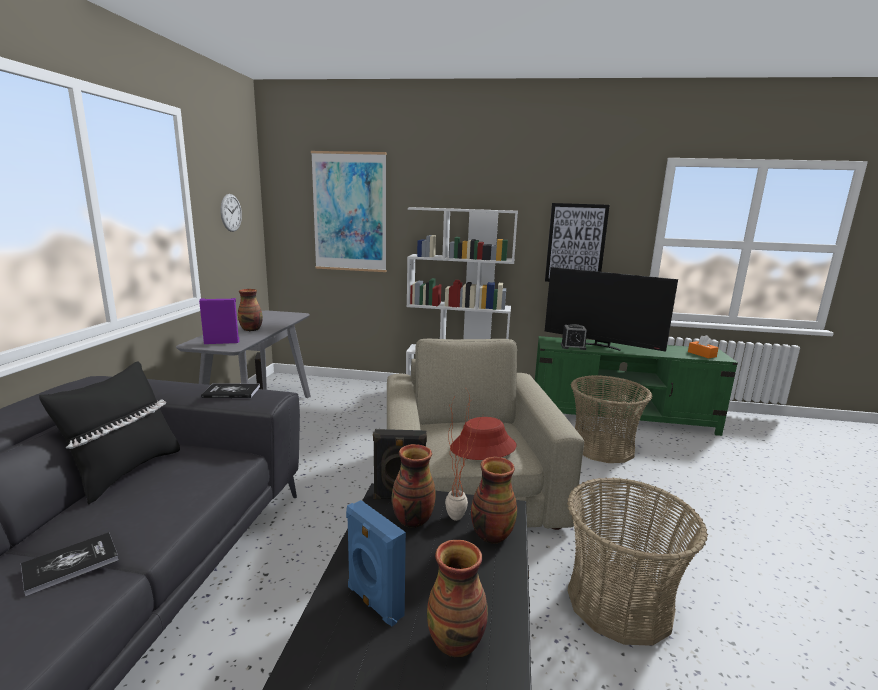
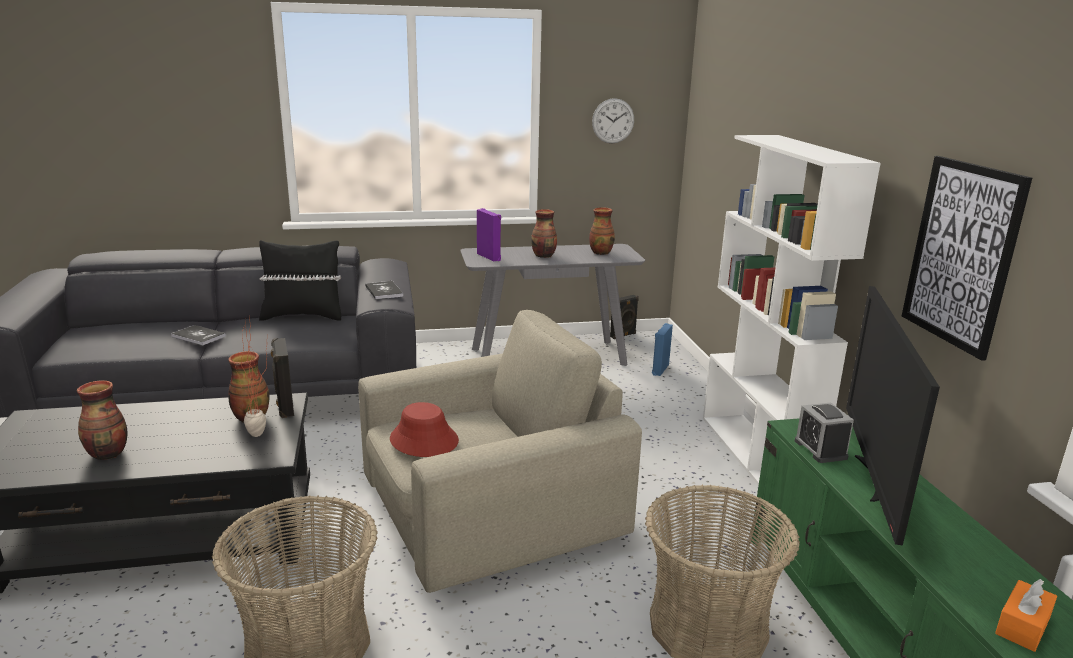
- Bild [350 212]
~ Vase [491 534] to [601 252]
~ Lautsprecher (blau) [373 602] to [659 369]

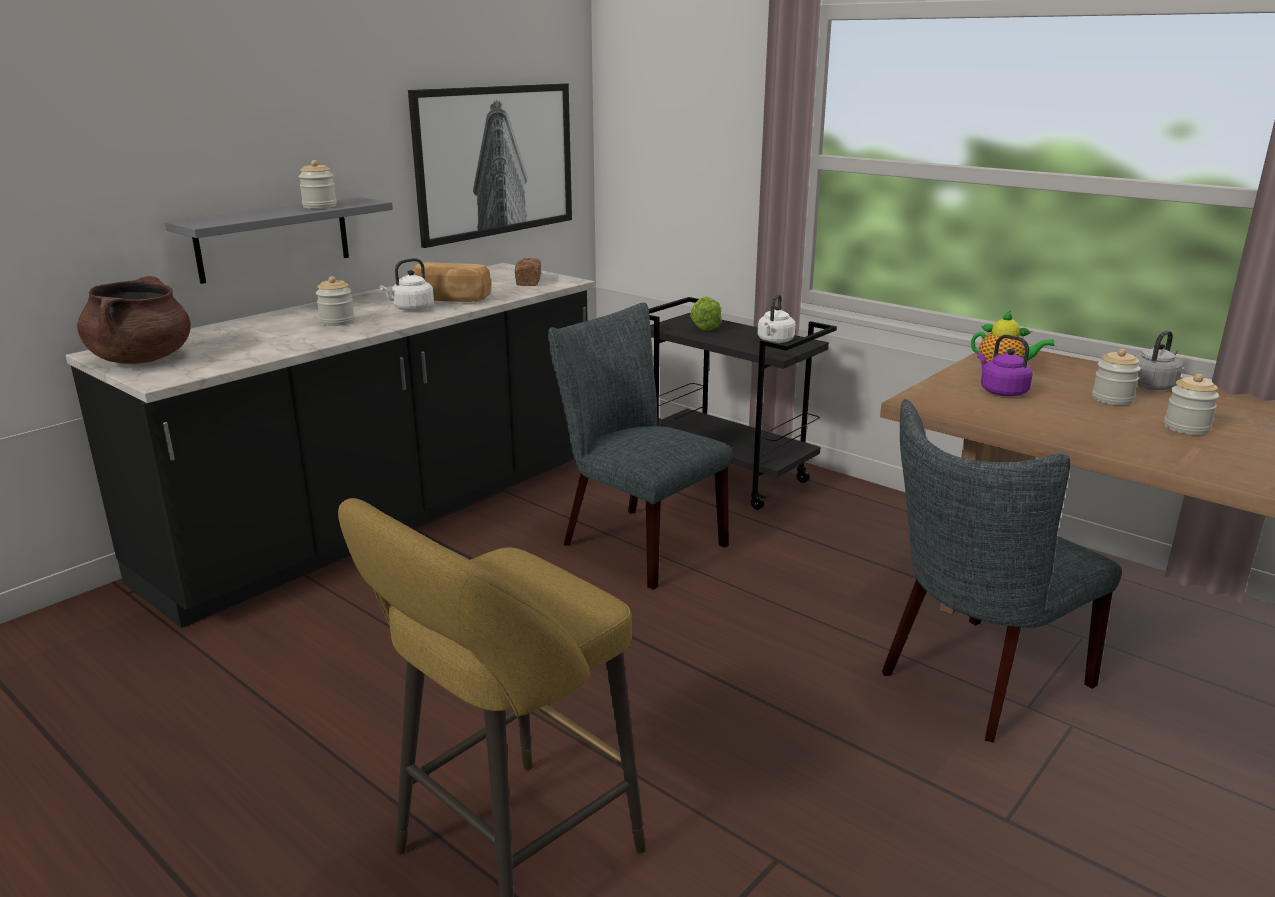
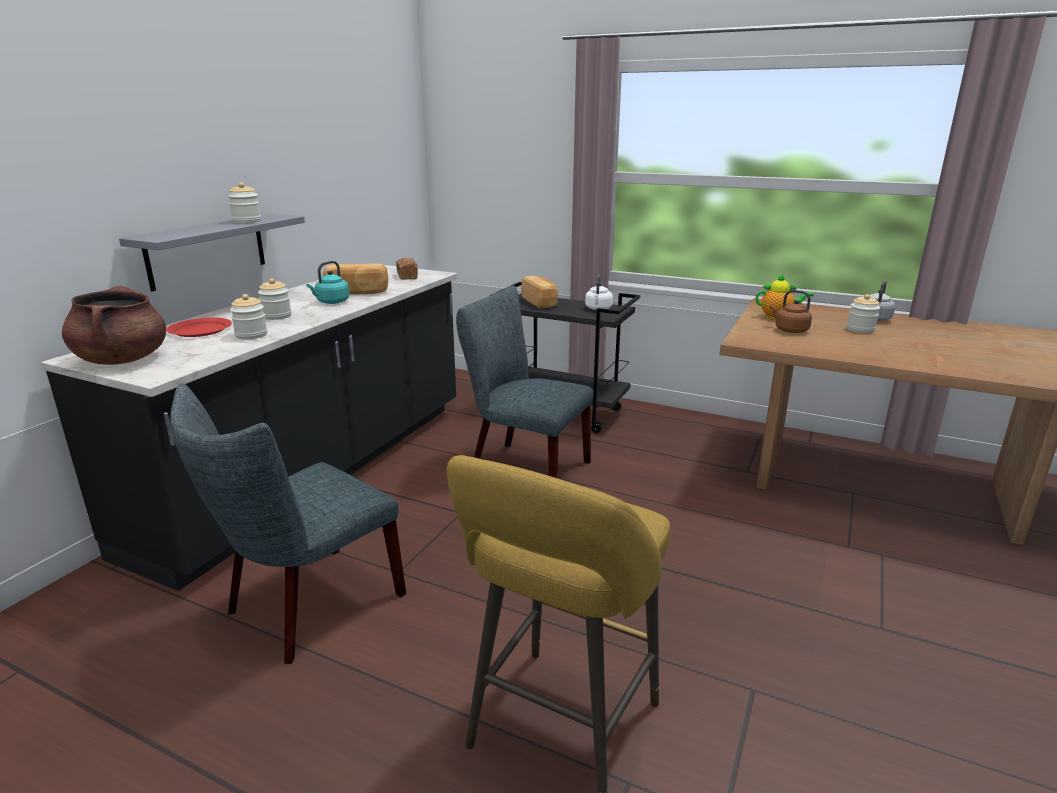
- Bild [494 161]
~ Wasserkessel (weiß) [411 309] to Wasserkessel (türkis) [331 302]
~ Salatkopf [704 326] to Brot [540 302]
~ Wasserkessel (lila) [1001 391] to Wasserkessel (braun) [789 330]
~ Vorratsglas [1186 428] to [251 335]
~ Stuhl (grau) [976 682] to [306 607]
+ Teller (rot) [199 330]

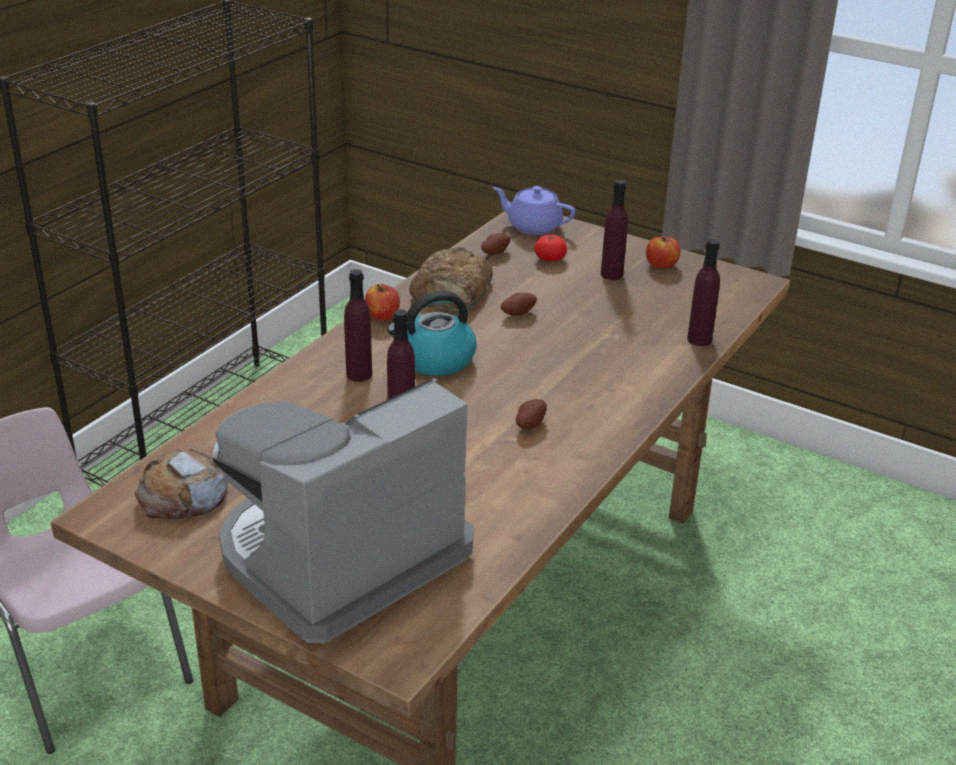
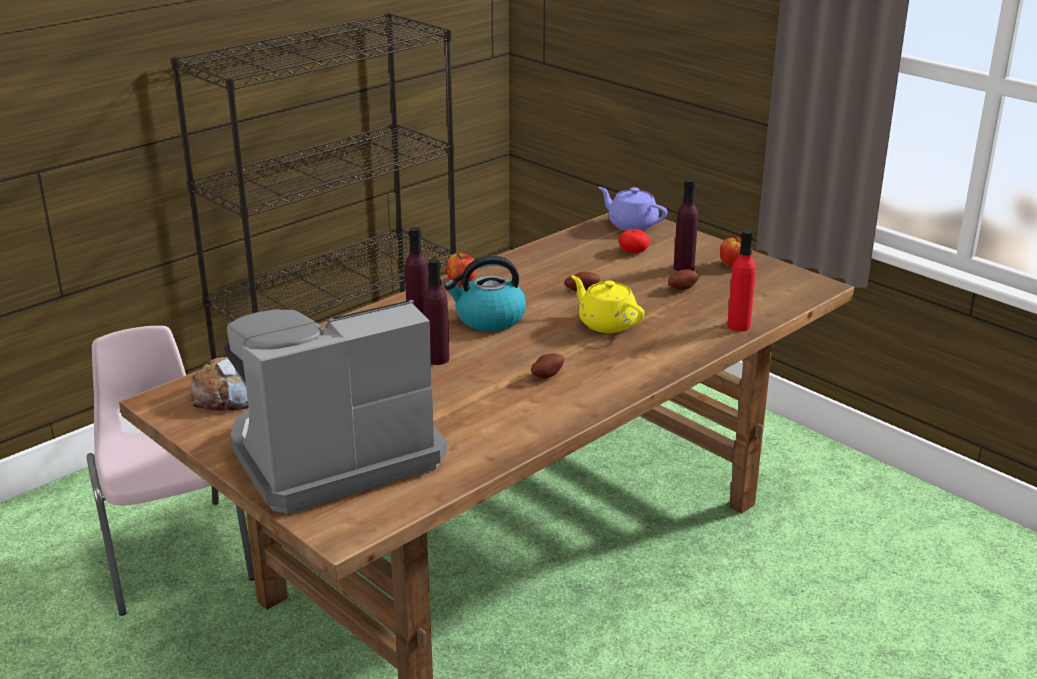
~ Kartoffel [494 252] to [682 288]
~ Flasche (lila) [699 339] to Flasche (rot) [738 326]
- Brot [452 291]
+ Teekanne (gelb) [606 323]

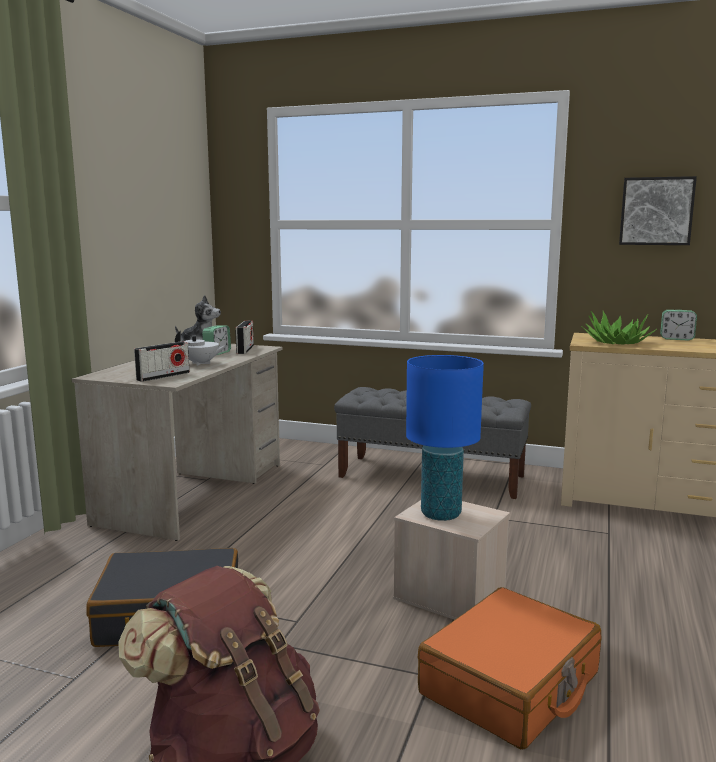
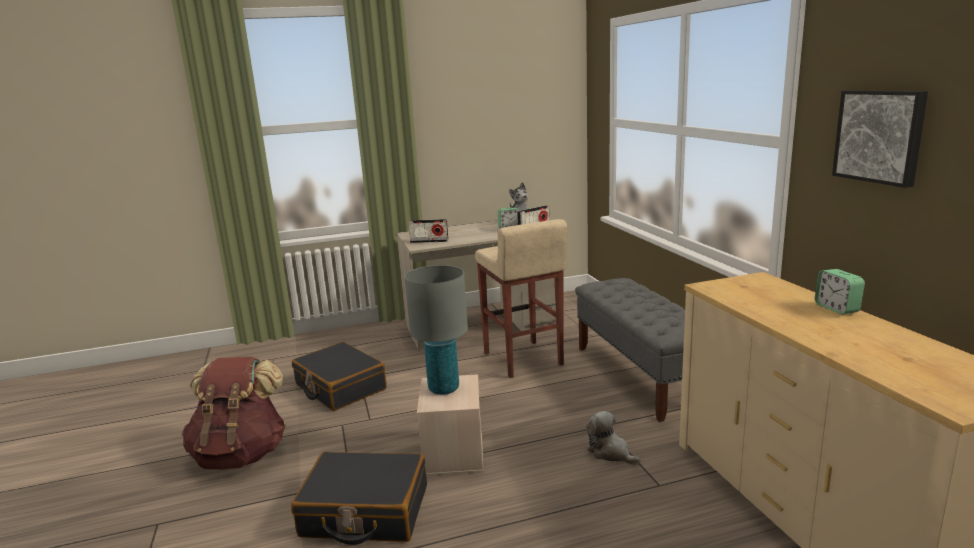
- Topfpflanze [616 342]
- Teekanne (weiß) [201 363]
~ Tischlampe (blau) [440 514] to Tischlampe (grau) [443 388]
~ Koffer (orange) [510 685] to Koffer (schwarz) [365 512]
+ Hocker (beige) [522 359]
+ Plüschtier [610 452]

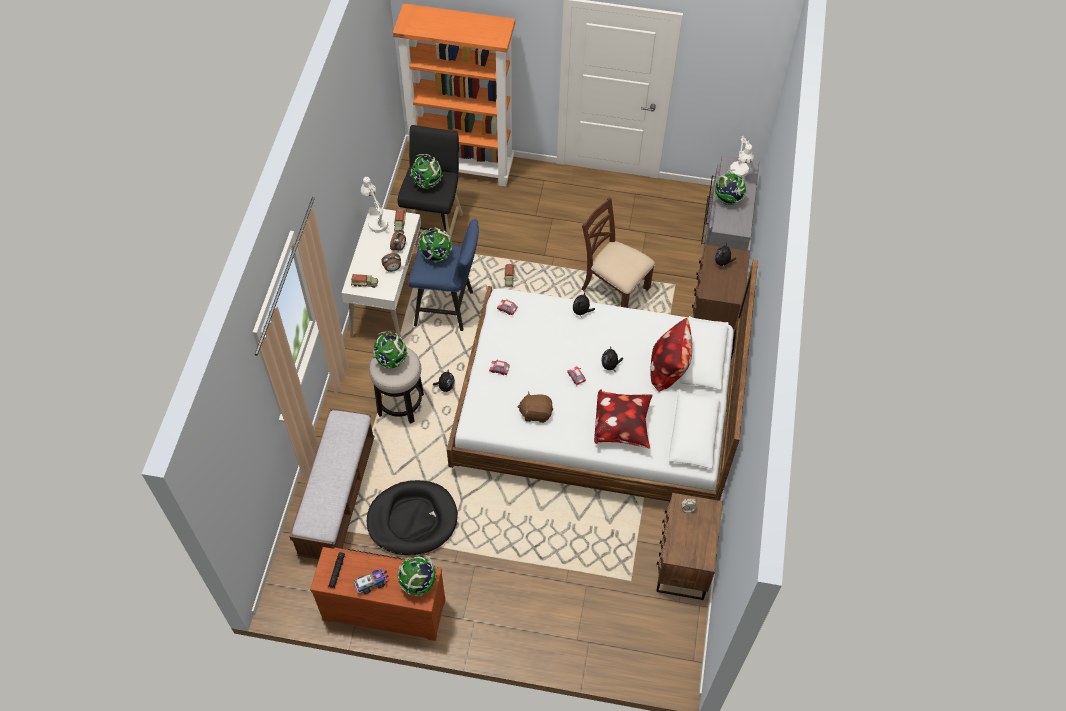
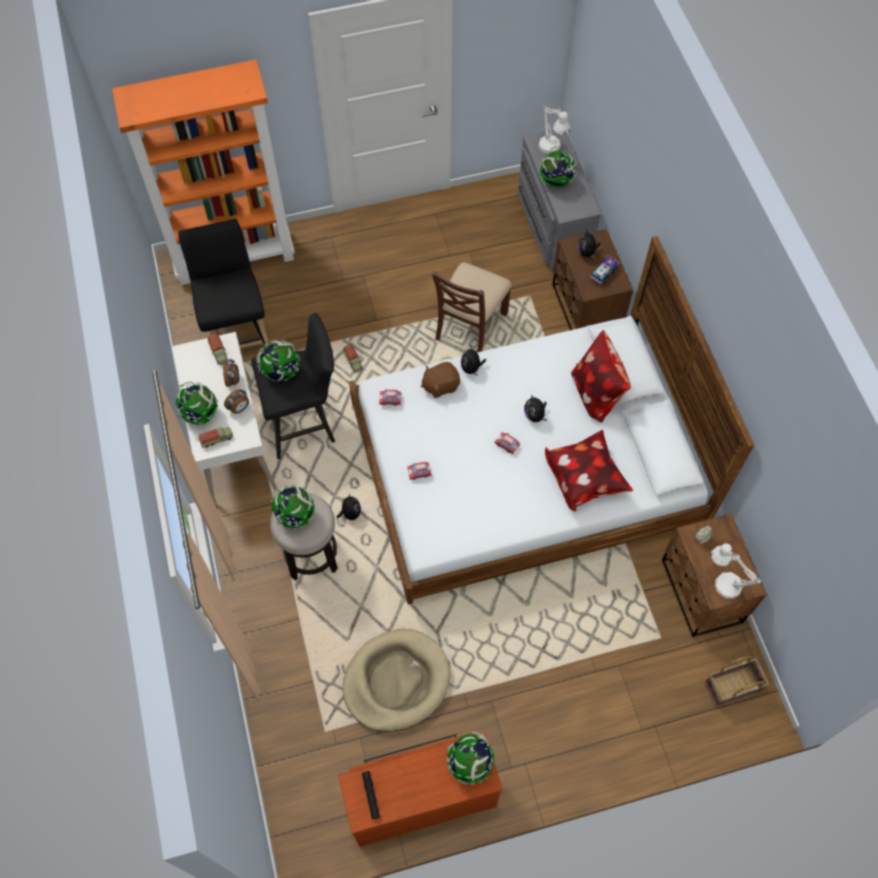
~ Globus [427 183] to [200 414]
~ Tischlampe (weiß) [376 221] to [722 582]
~ Stuhl (braun) [614 288] = [470 326] 75 degrees counterclockwise
~ Hocker (blau) [448 308] to Hocker (schwarz) [305 423]
~ Plüschtier (braun) [536 413] to [440 385]
- Bank [337 496]
~ Hundebett (schwarz) [412 519] to Hundebett (beige) [396 681]
~ Spielzeuglaster [372 583] to [604 273]
+ Korb [732 687]

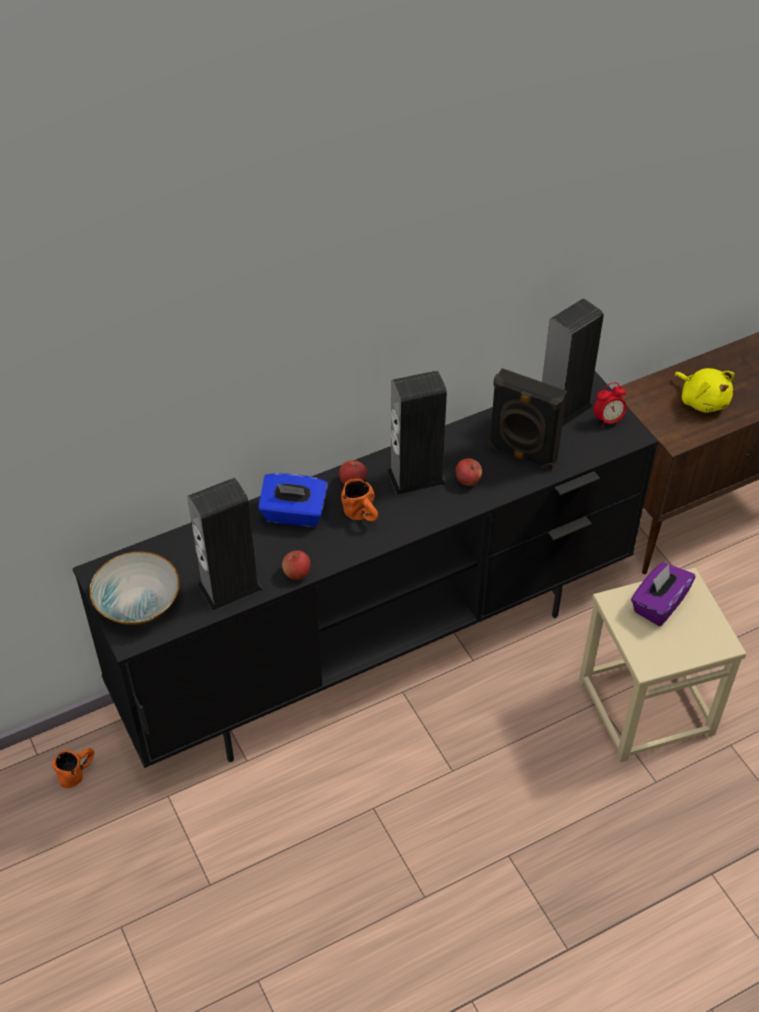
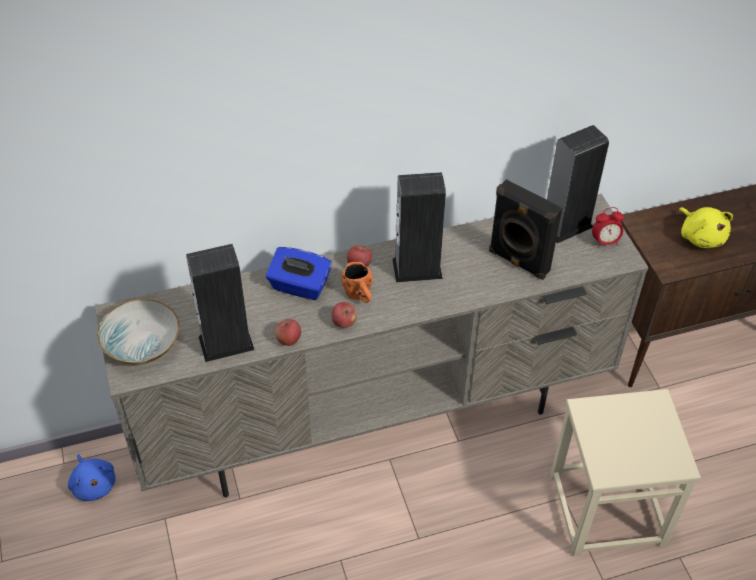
~ Fernsehschrank (schwarz) [379 649] to Fernsehschrank (beige) [377 418]
~ Apfel [467 480] to [344 323]
- Taschentuchbox (lila) [658 604]
~ Henkelbecher (orange) [78 772] to Plüschtier (blau) [94 484]

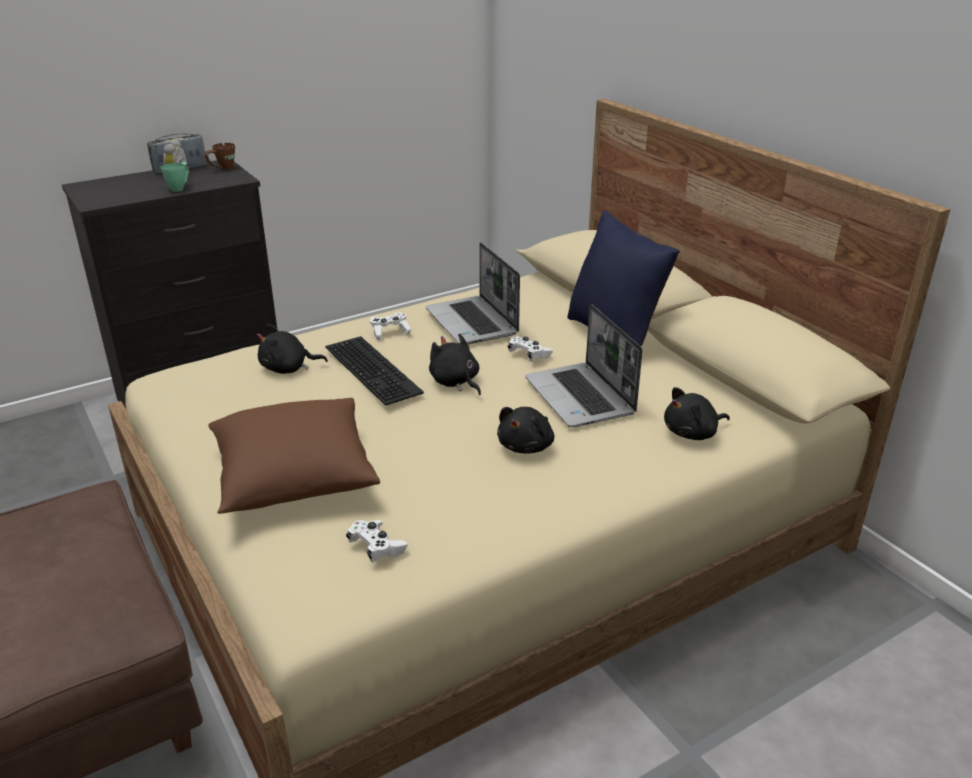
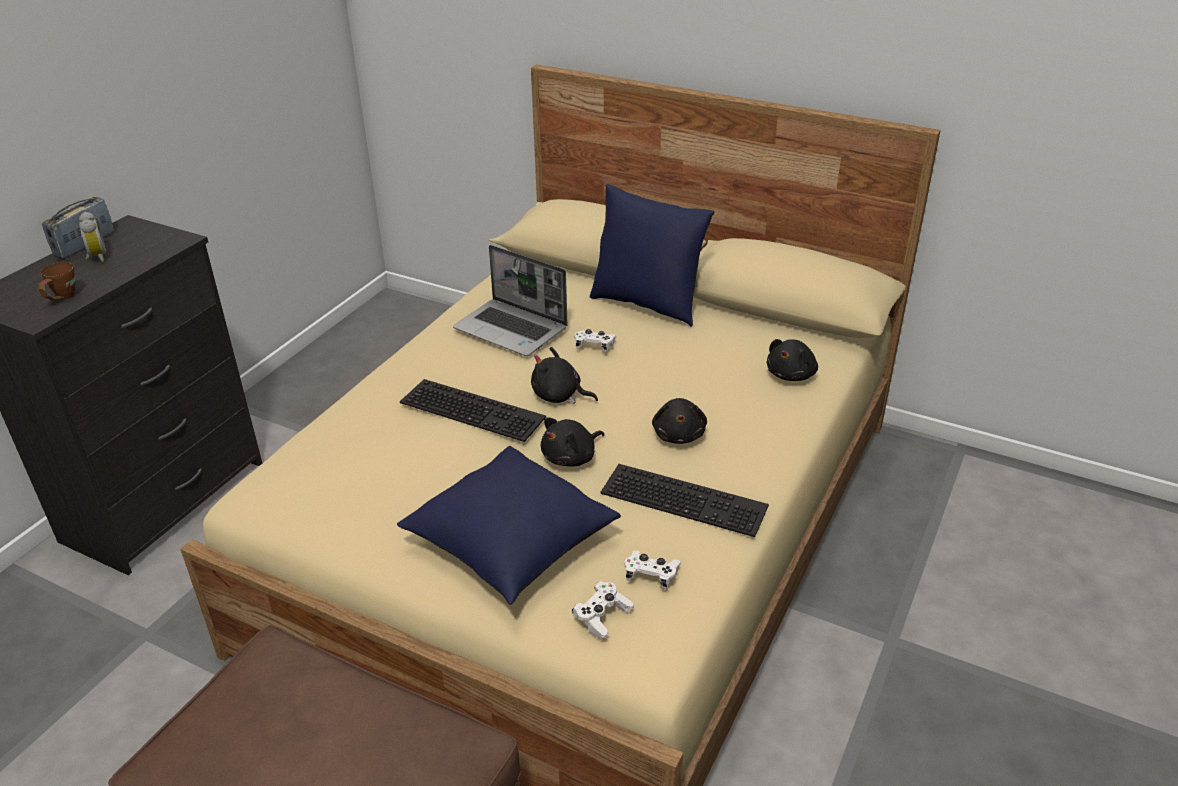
~ Henkelbecher (braun) [222 169] to [62 299]
- Henkelbecher (grün) [180 188]
- Laptop [581 397]
~ Gamepad (weiß) [390 332] to [602 617]
~ Plüschtier (schwarz) [288 368] to [571 457]
~ Kissen (braun) [294 478] to Kissen (blau) [510 544]
+ Tastatur [686 498]

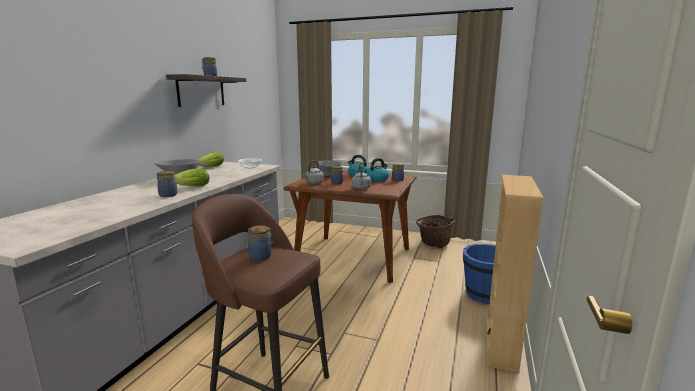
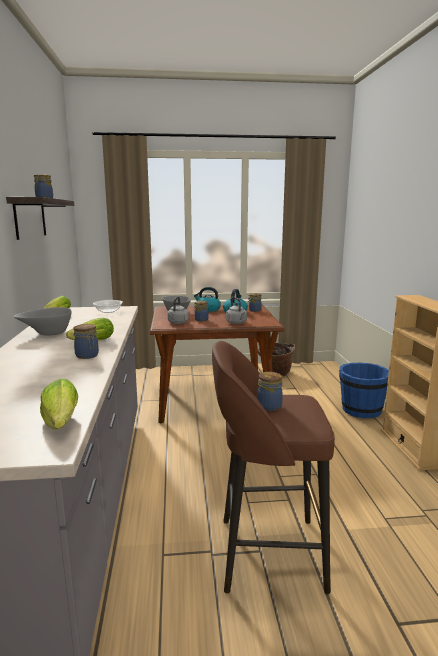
+ Salatkopf [60 423]

